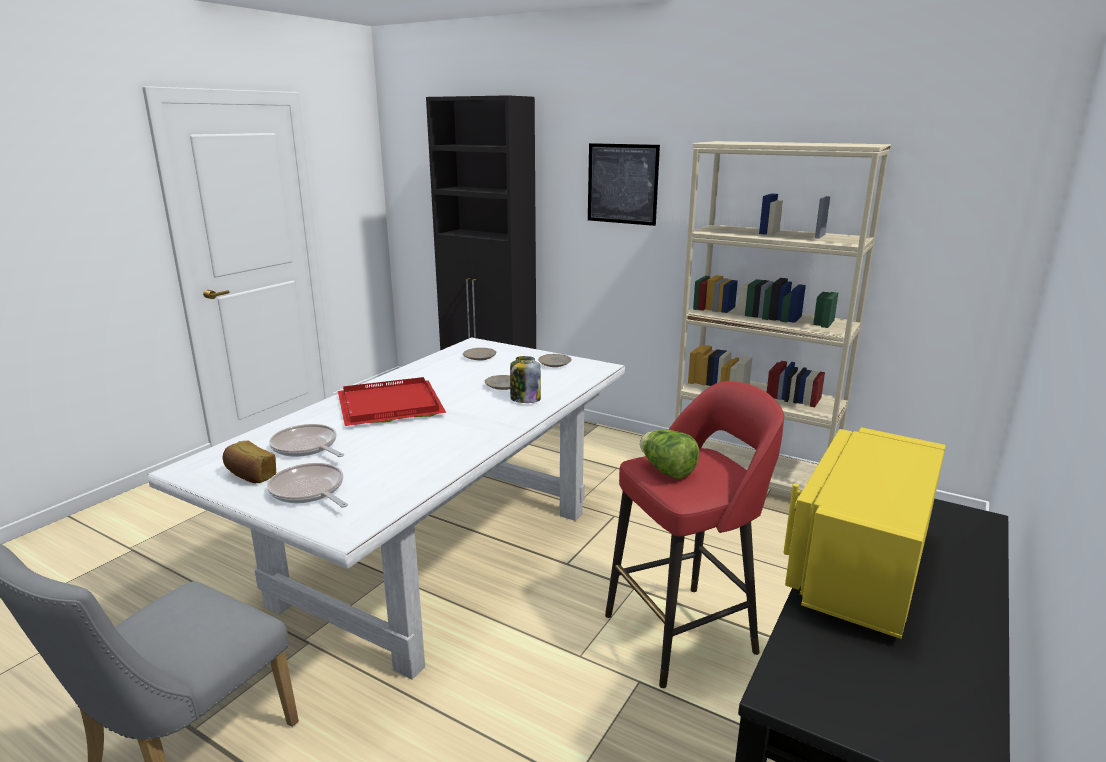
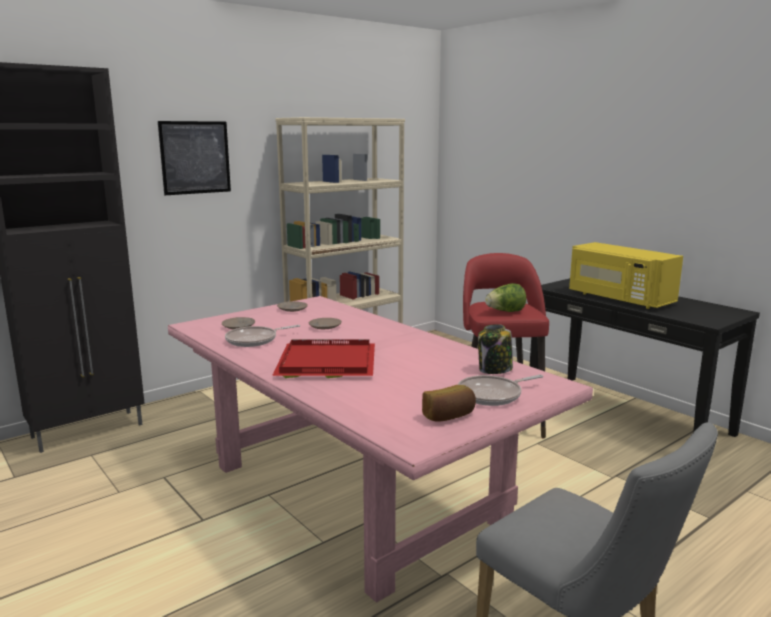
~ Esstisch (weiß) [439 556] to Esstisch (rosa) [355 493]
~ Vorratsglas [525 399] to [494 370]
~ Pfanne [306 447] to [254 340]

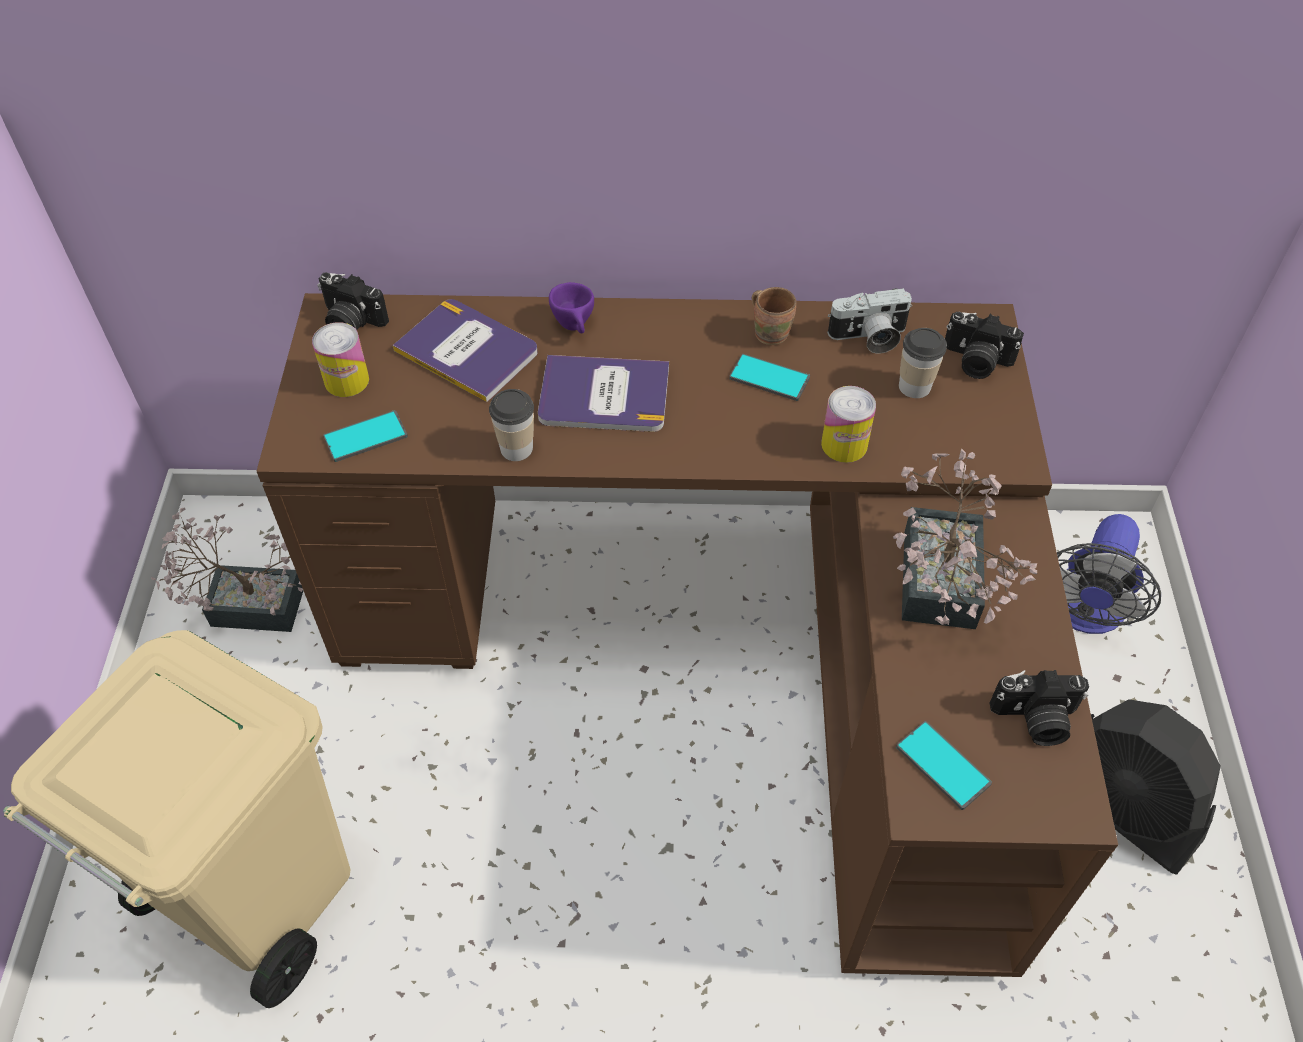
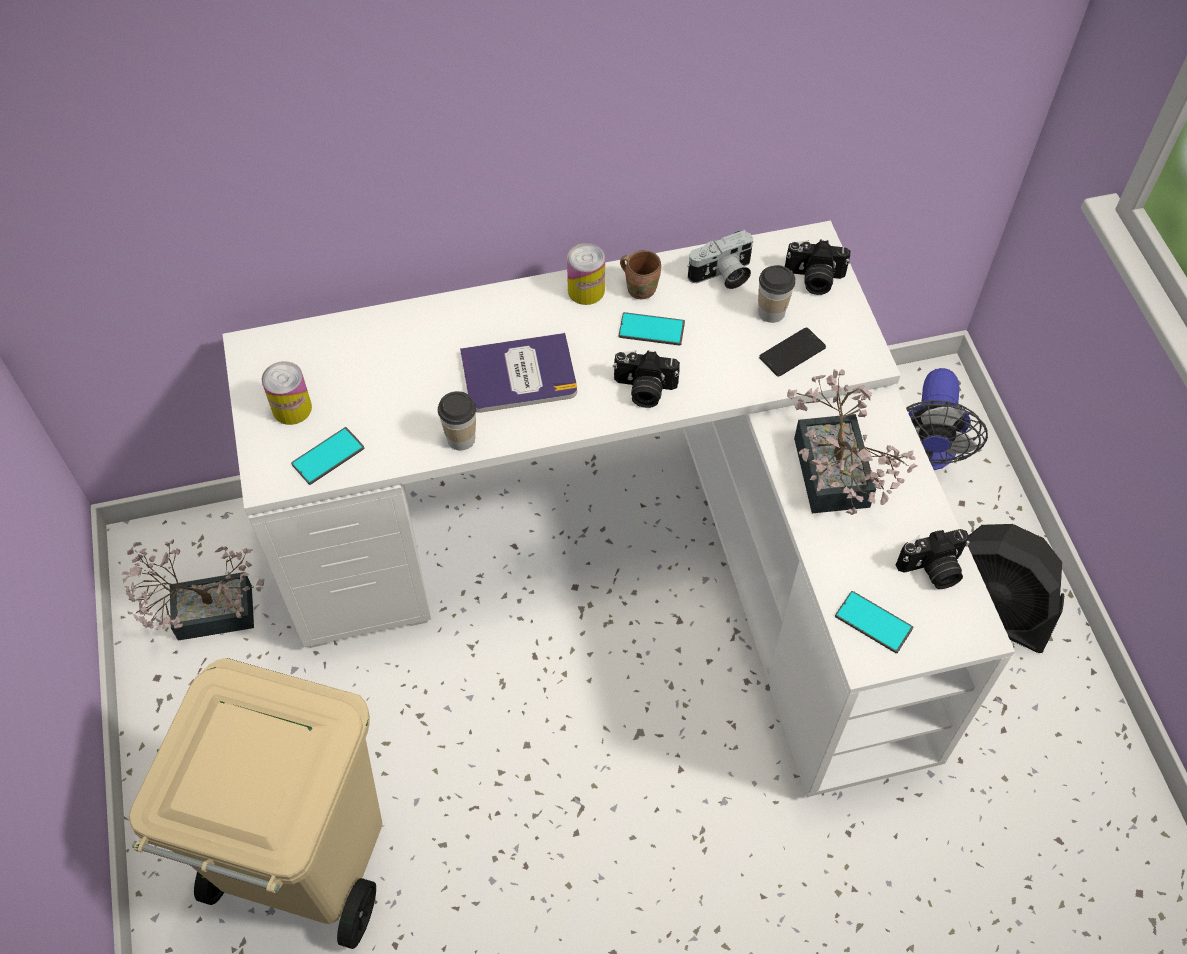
~ Kamera [350 321] to [644 390]
- Tasse (lila) [575 327]
~ Schreibtisch (braun) [718 648] to Schreibtisch (weiß) [632 554]
- Buch [468 350]
~ Dose [844 444] to [586 290]
+ Handy [792 352]

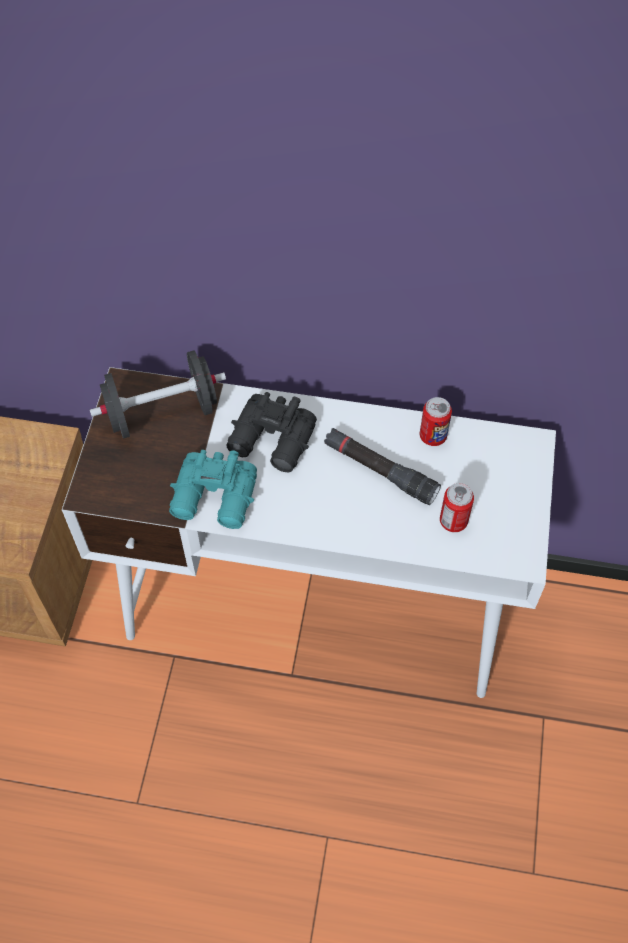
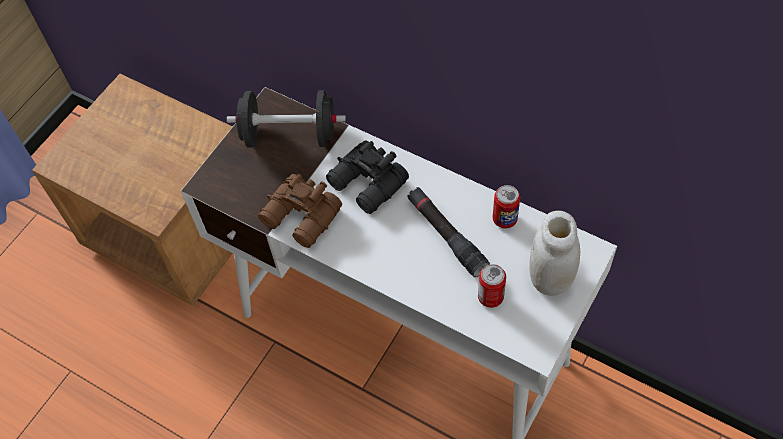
~ Fernglas (türkis) [215 499] to Fernglas (braun) [302 218]
+ Vorratsglas (weiß) [550 278]

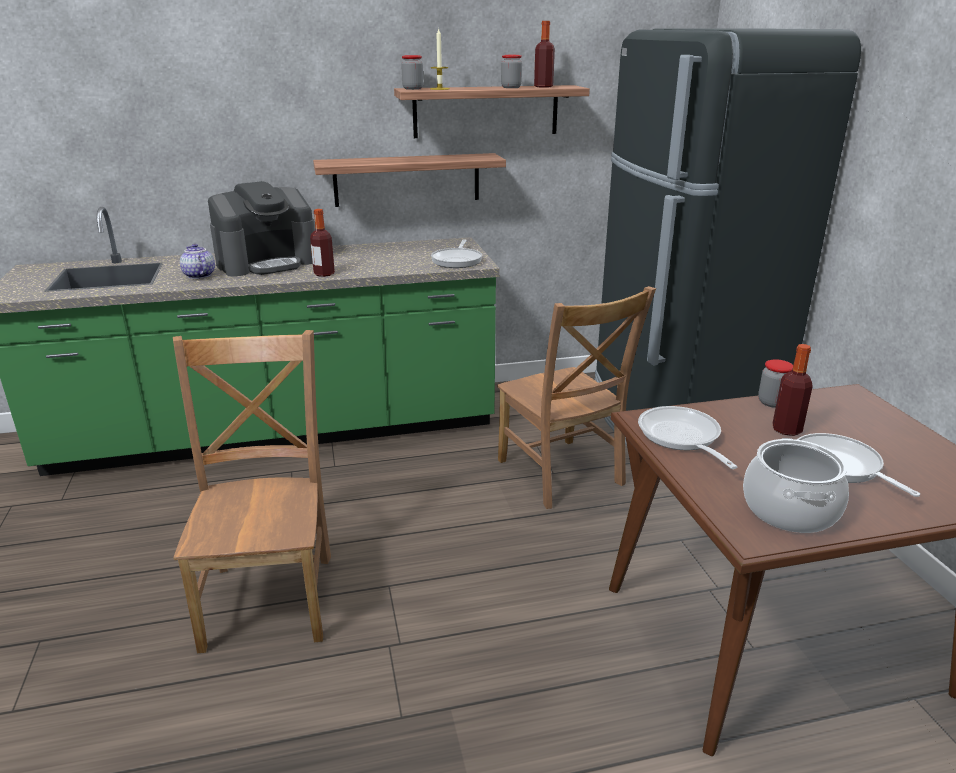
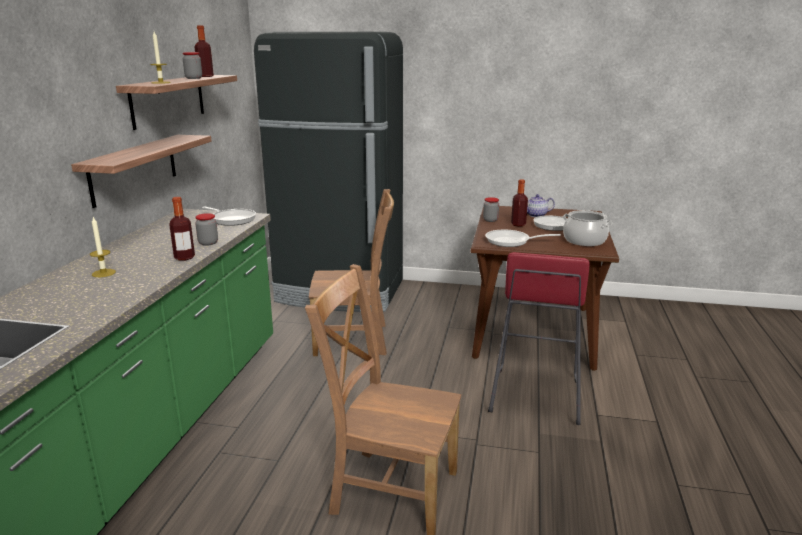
~ Vorratsglas [413 89] to [208 243]
~ Kaffeemaschine [267 262] to Kerze [103 273]
~ Teekanne [198 275] to [536 215]
+ Hocker (rot) [534 396]

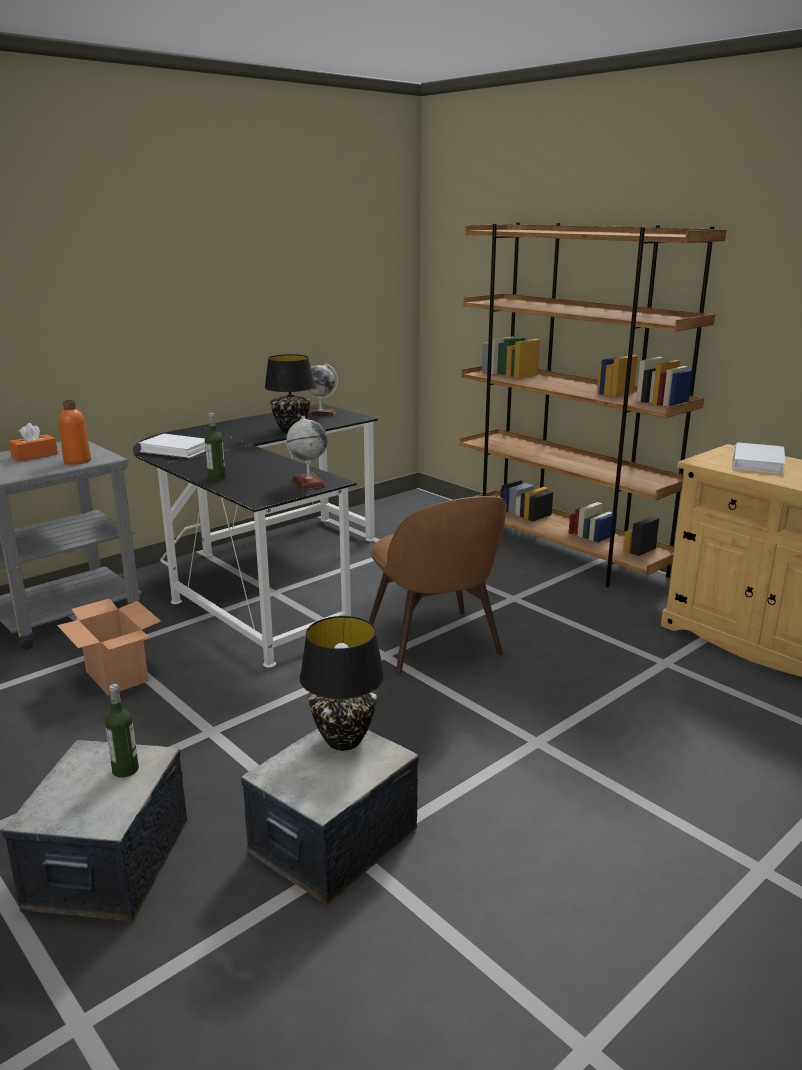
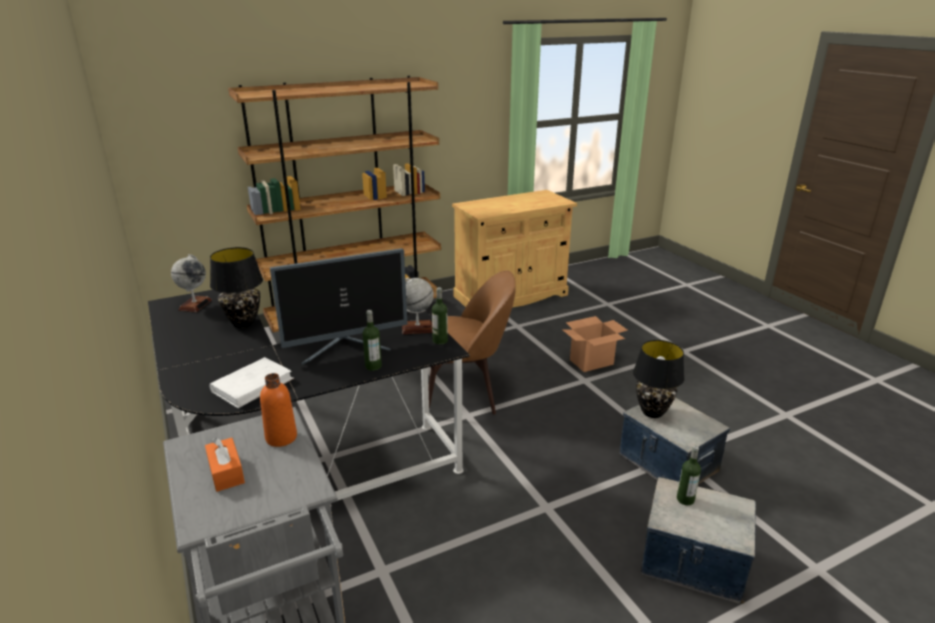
- Buch (weiß) [757 462]
~ Karton [117 676] to [591 362]
+ Monitor [346 348]
+ Flasche [440 341]

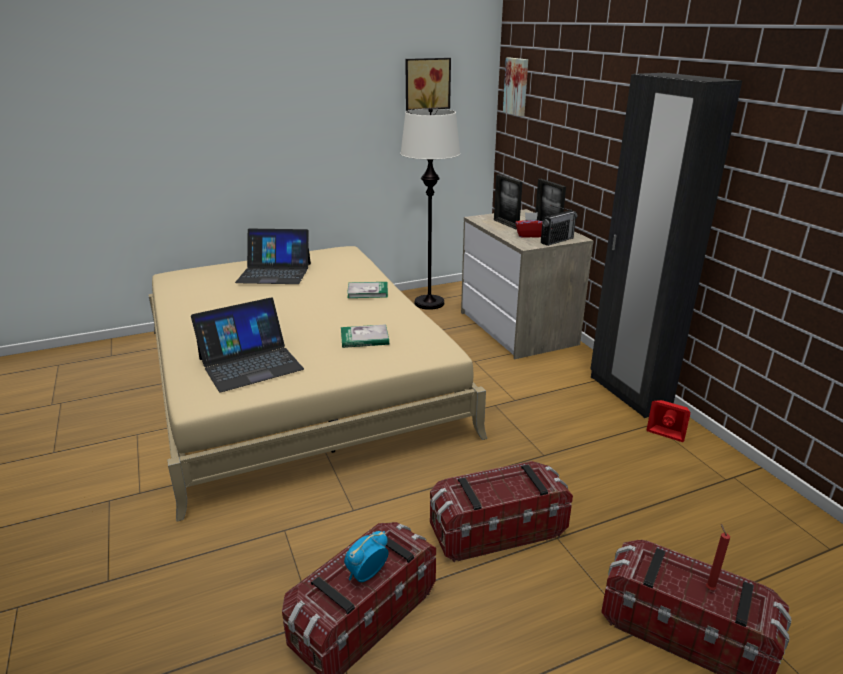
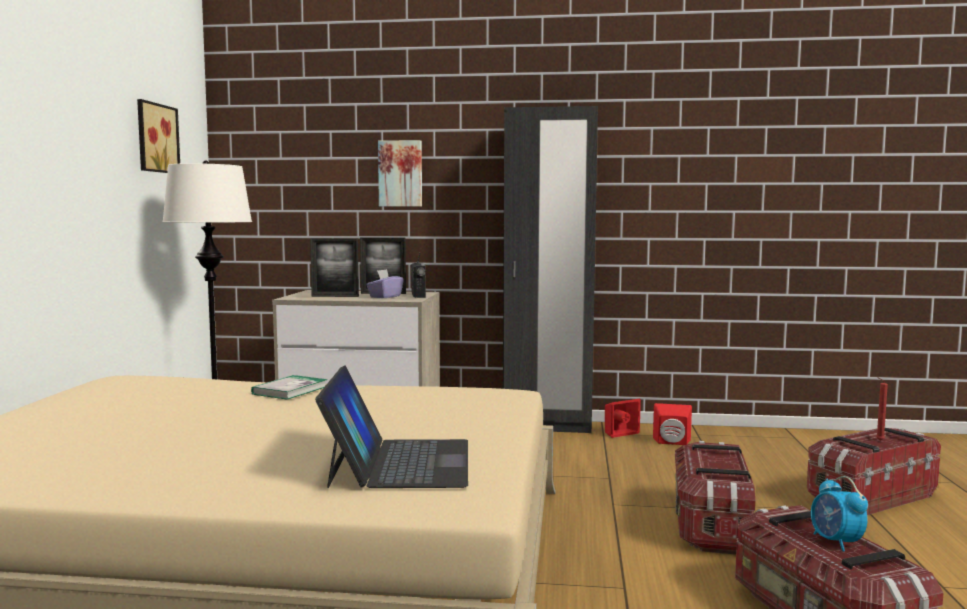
~ Bild [517 86] to [400 173]
~ Taschentuchbox (rot) [529 235] to Taschentuchbox (lila) [385 296]
- Laptop [274 273]
- Buch [364 338]
+ Lautsprecher (rot) [672 443]

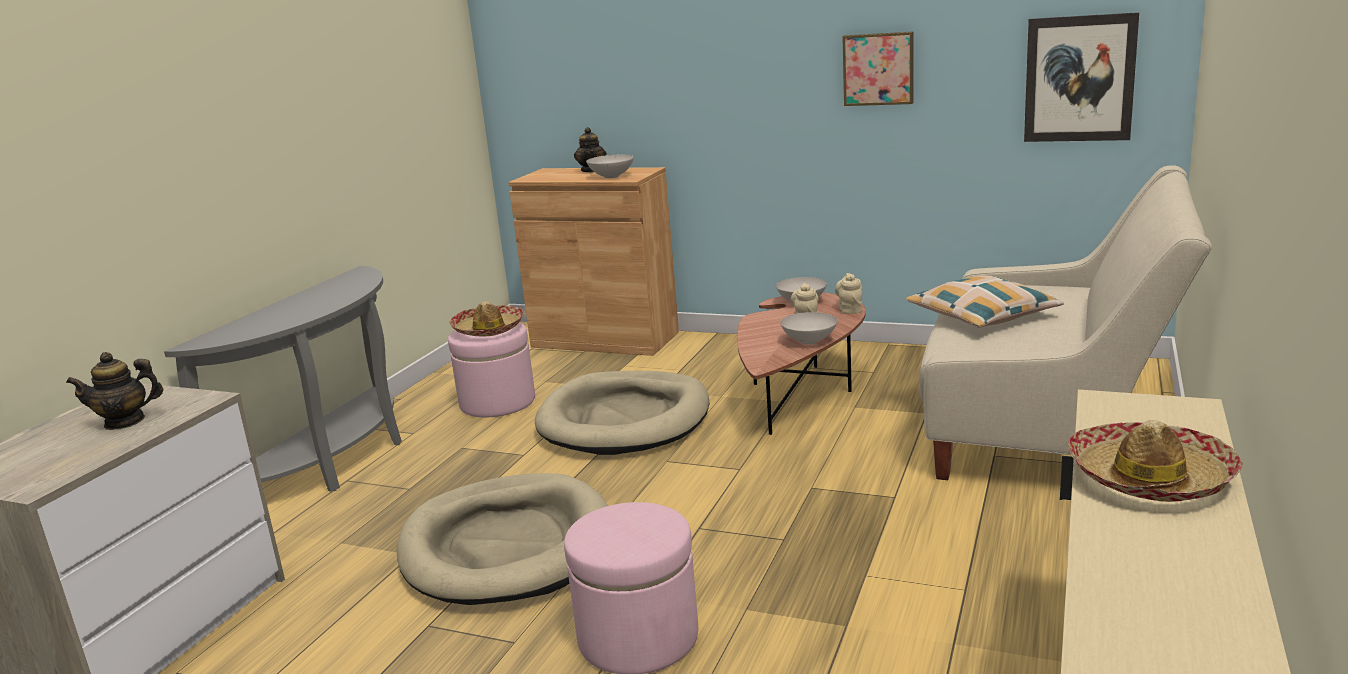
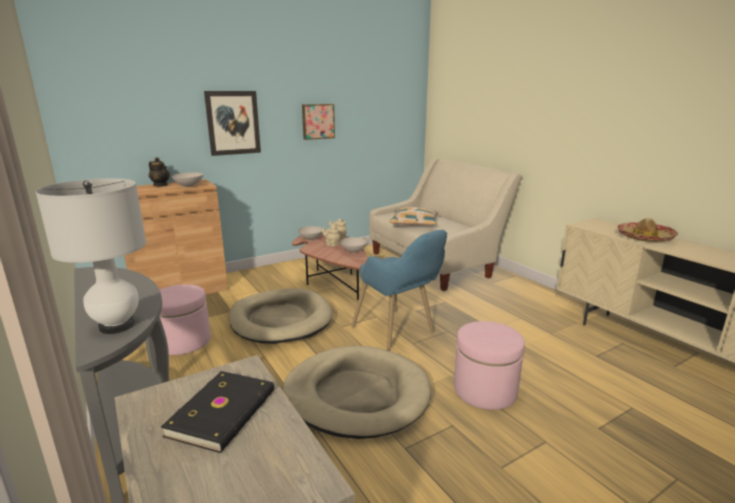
~ Bild [1079 79] to [233 123]
- Hut [488 329]
~ Teekanne [125 422] to Buch (schwarz) [224 413]
+ Tischlampe (weiß) [117 326]
+ Sessel (blau) [399 334]

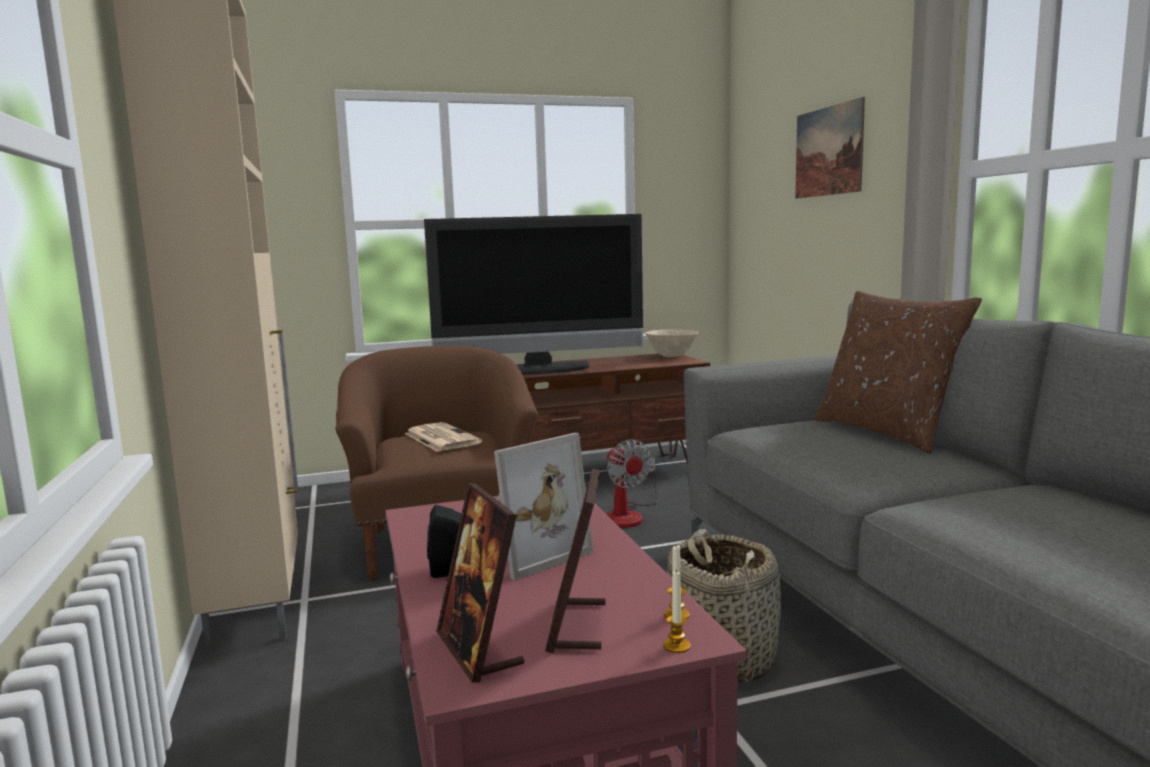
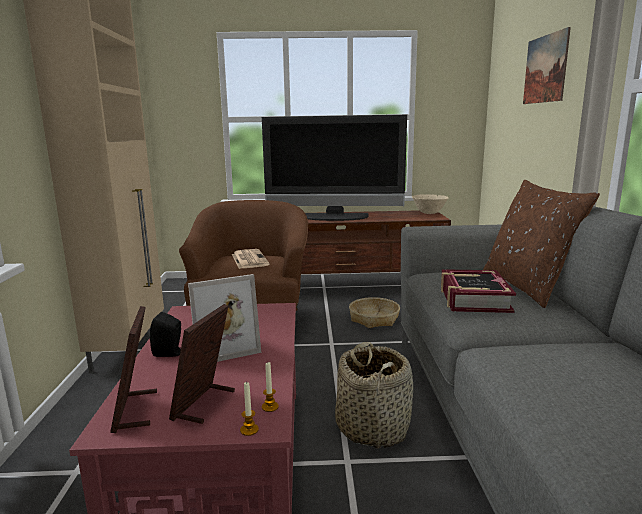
~ Ventilator [629 515] to Korb [374 319]
+ Buch [473 299]

